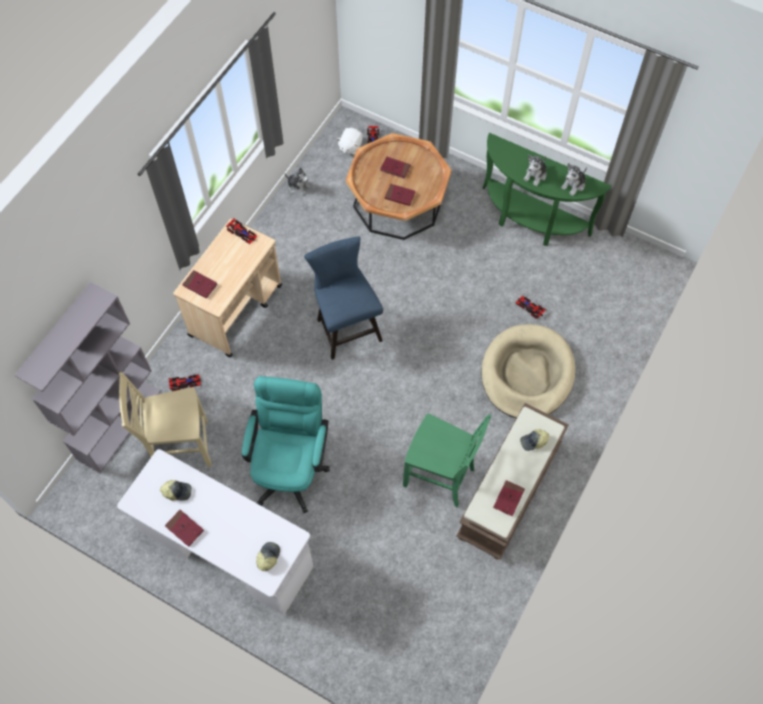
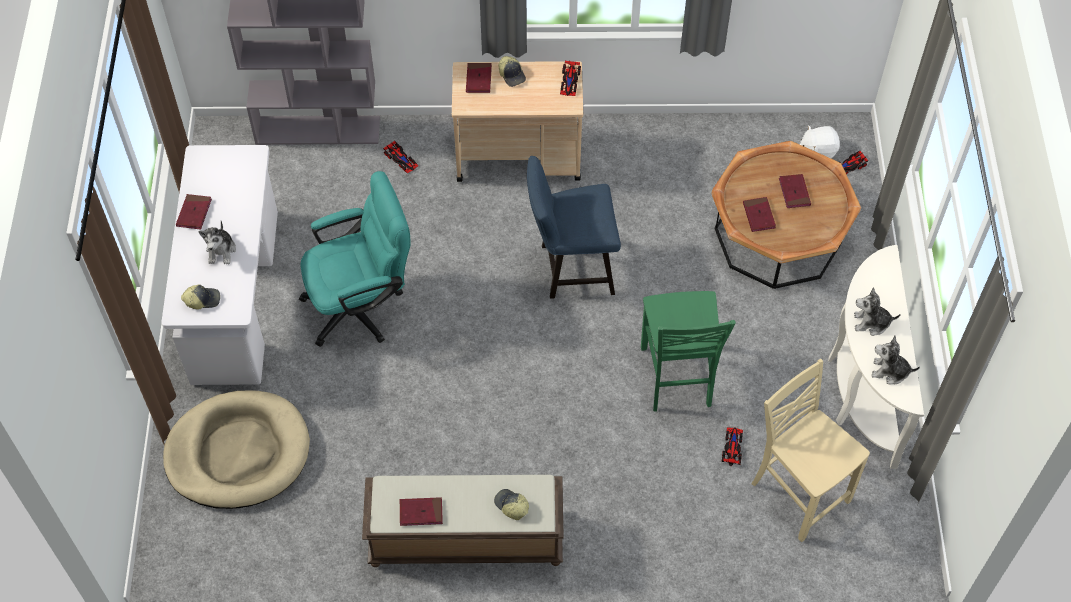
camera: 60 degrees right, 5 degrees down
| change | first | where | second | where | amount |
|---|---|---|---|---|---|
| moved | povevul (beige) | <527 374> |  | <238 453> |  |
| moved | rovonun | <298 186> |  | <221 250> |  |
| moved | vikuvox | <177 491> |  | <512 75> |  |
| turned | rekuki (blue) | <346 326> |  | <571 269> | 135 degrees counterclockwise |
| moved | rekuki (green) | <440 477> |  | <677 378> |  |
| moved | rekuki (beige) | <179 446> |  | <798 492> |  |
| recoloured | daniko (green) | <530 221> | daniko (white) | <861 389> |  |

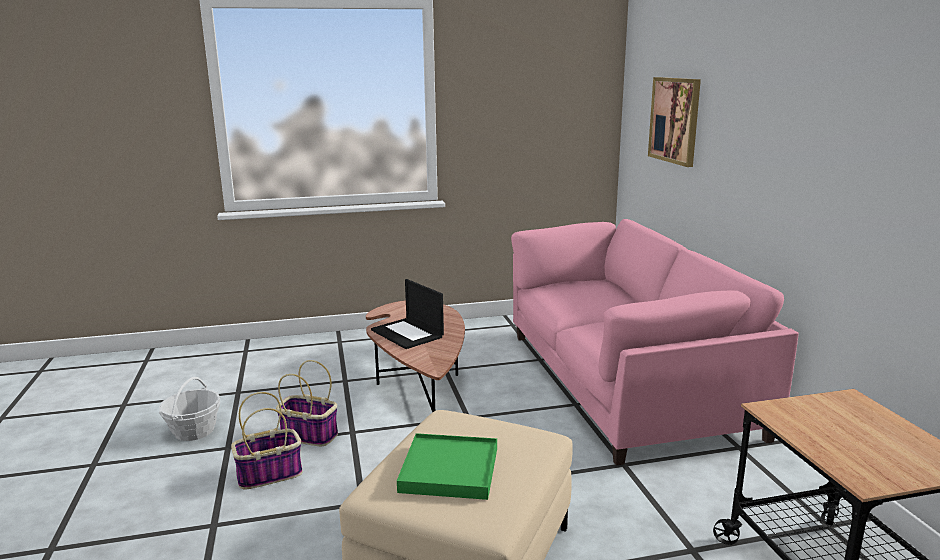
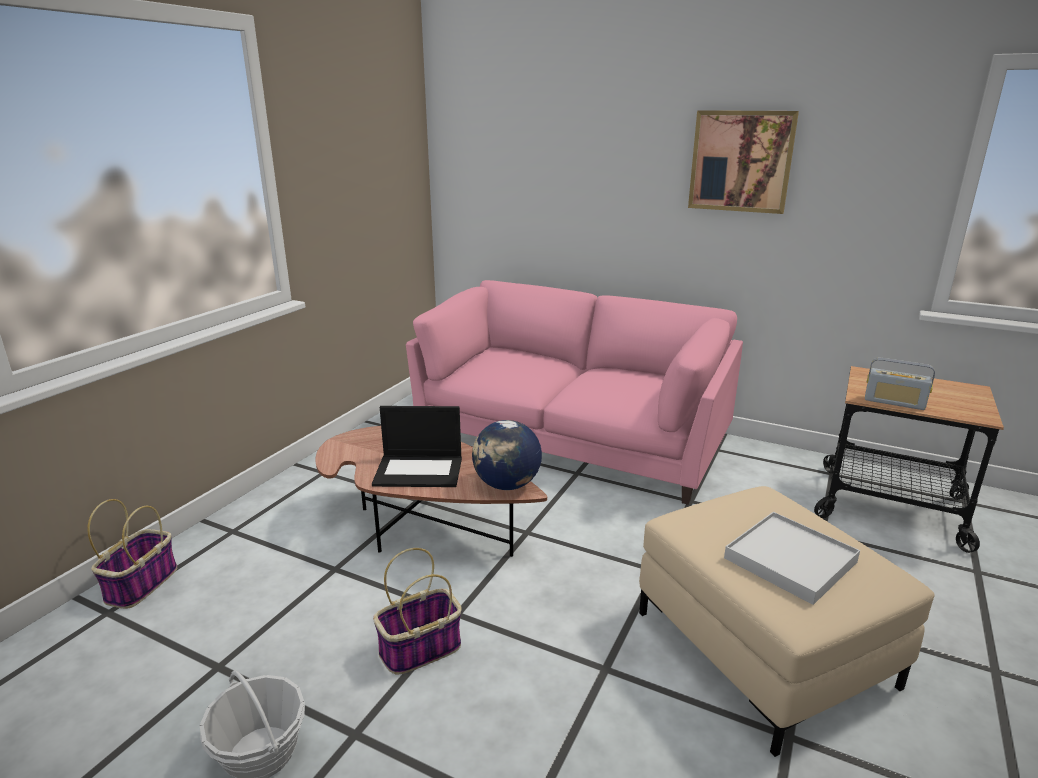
camera: 50 degrees left, 5 degrees up
| change | first | where | second | where | amount |
|---|---|---|---|---|---|
| moved | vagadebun | <270 474> |  | <142 584> |  |
| added |  |  | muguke | <507 485> |  |
| moved | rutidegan | <675 120> |  | <741 161> |  |
| recoloured | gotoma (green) | <449 470> | gotoma (white) | <789 560> |  |
| added |  |  | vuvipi | <894 402> |  |

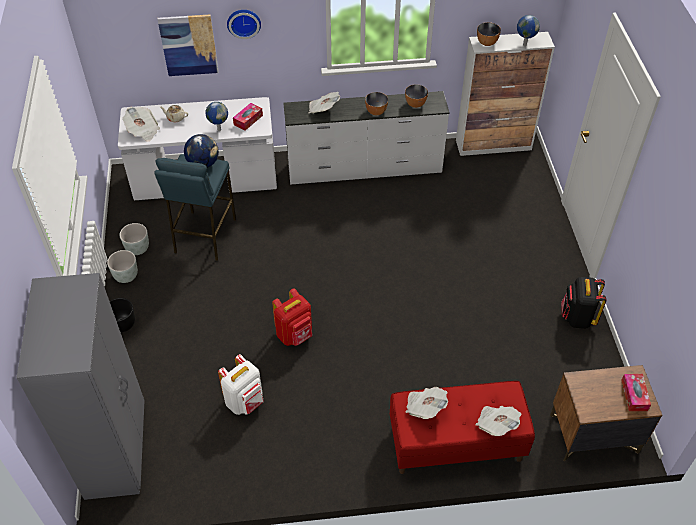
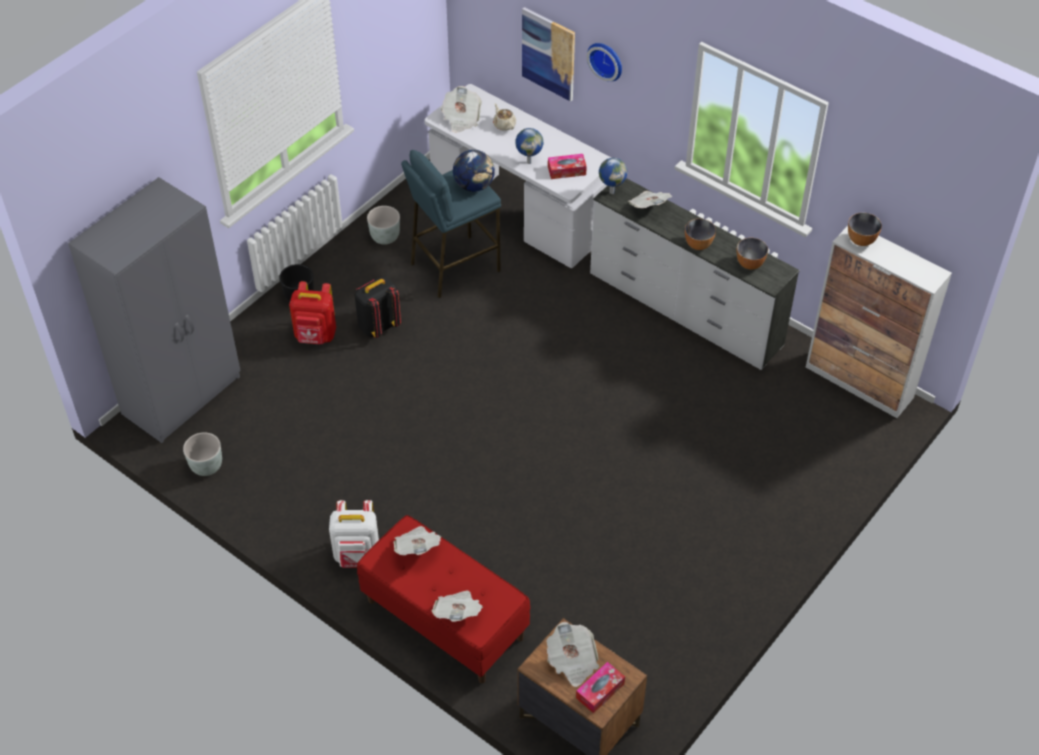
camera: 45 degrees right, 0 degrees up
| change | first | where | second | where | amount |
|---|---|---|---|---|---|
| moved | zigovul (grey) | <126 276> |  | <206 466> |  |
| moved | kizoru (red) | <295 335> |  | <316 336> |  |
| moved | kizoru (white) | <245 401> |  | <357 555> |  |
| moved | kizoru (black) | <577 317> |  | <378 326> |  |
| added |  |  | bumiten | <572 661> |  |
| moved | muguke | <524 44> |  | <611 192> |  |

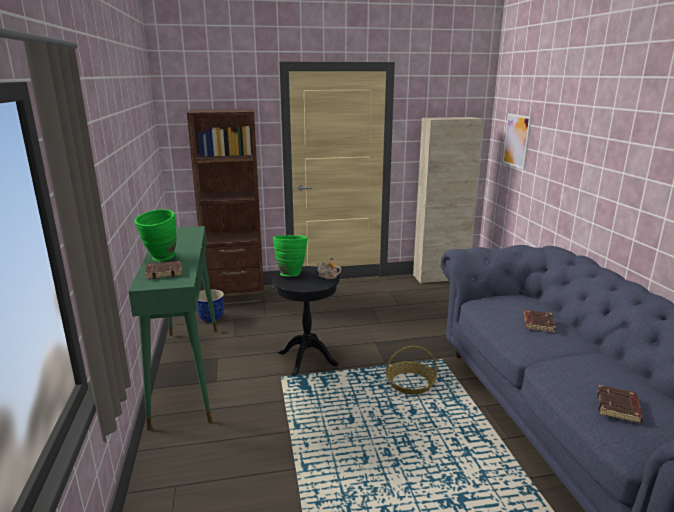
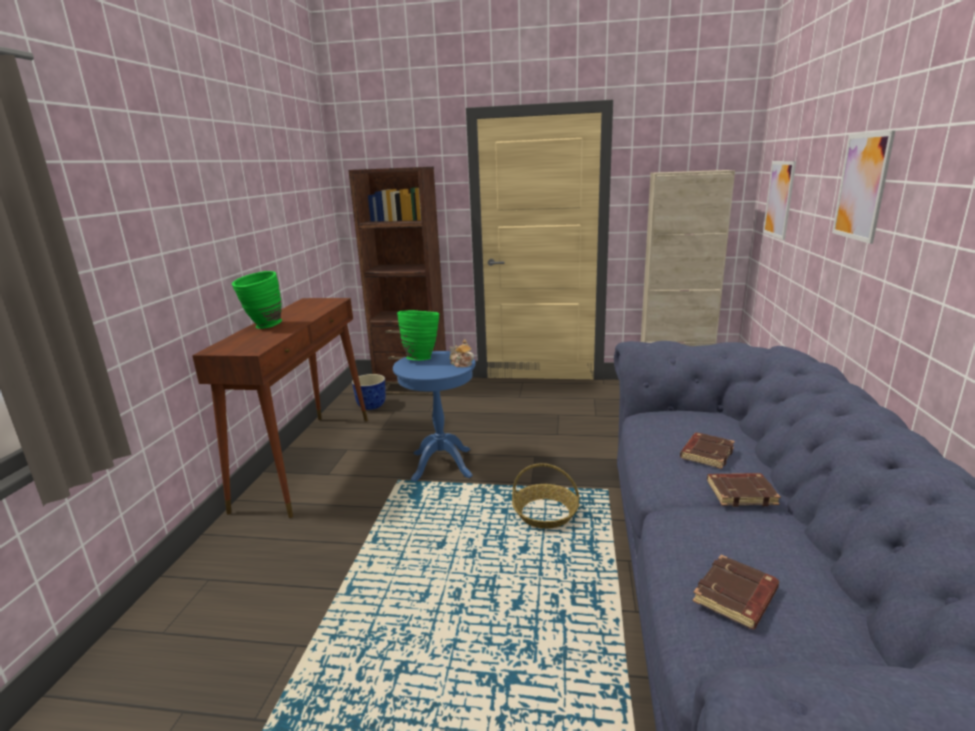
camera: 20 degrees right, 0 degrees up
| change | first | where | second | where | amount |
|---|---|---|---|---|---|
| recoloured | daniko (green) | <187 371> | daniko (brown) | <308 459> |  |
| recoloured | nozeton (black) | <307 359> | nozeton (blue) | <441 464> |  |
| moved | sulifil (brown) | <164 272> |  | <741 493> |  |
| added |  |  | rutidegan | <862 186> |  |

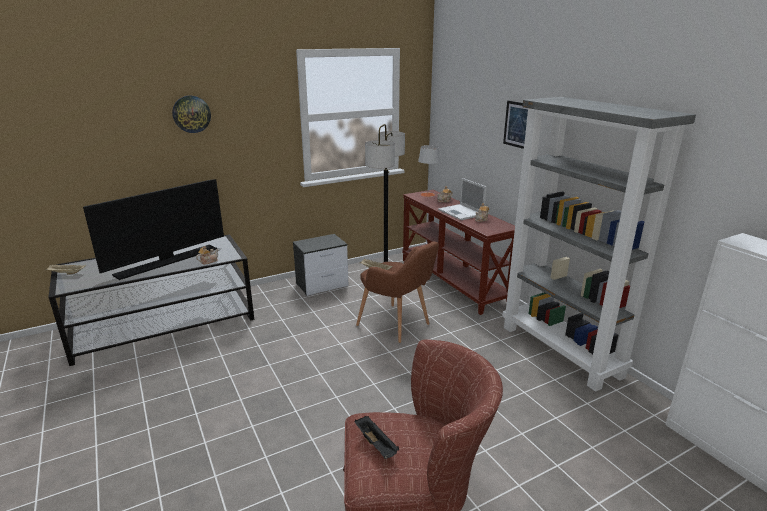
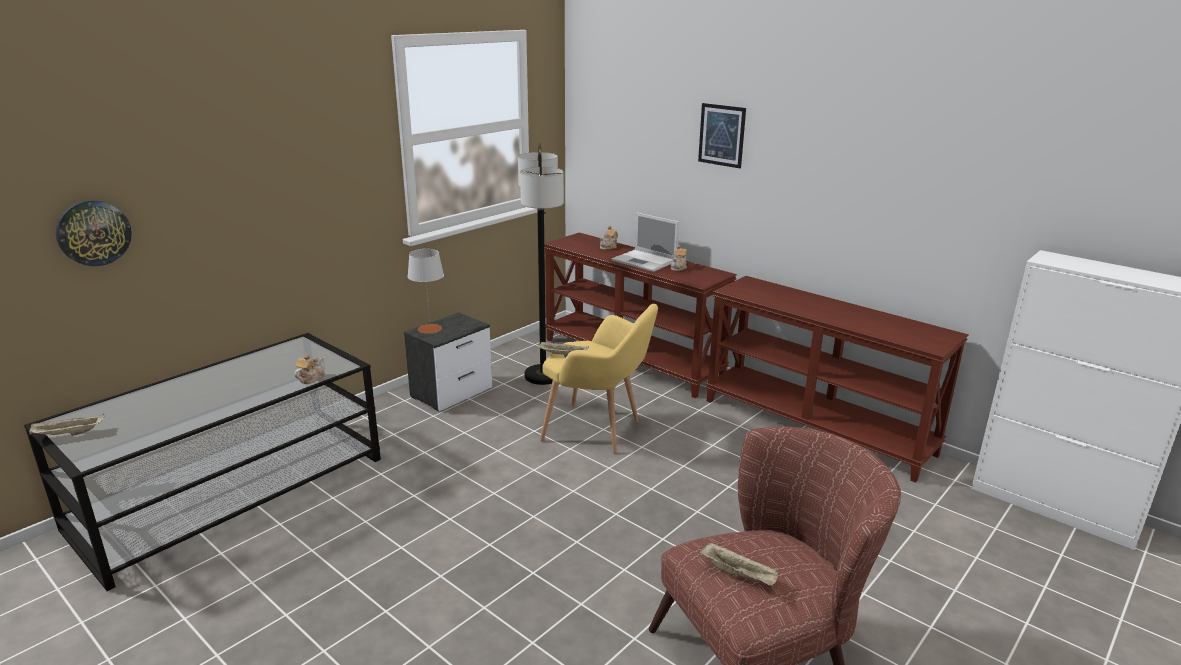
camera: 20 degrees left, 0 degrees up
| change | first | where | second | where | amount |
|---|---|---|---|---|---|
| moved | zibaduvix | <191 114> |  | <93 232> |  |
| moved | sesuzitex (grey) | <427 194> |  | <430 329> |  |
| recoloured | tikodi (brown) | <398 326> | tikodi (yellow) | <598 431> |  |
| recoloured | gotoma (black) | <376 445> | gotoma (beige) | <739 575> |  |
| replaced | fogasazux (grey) | <561 351> | daniko (brown) | <817 426> |  |
| removed | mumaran | <167 261> |  |  |  |

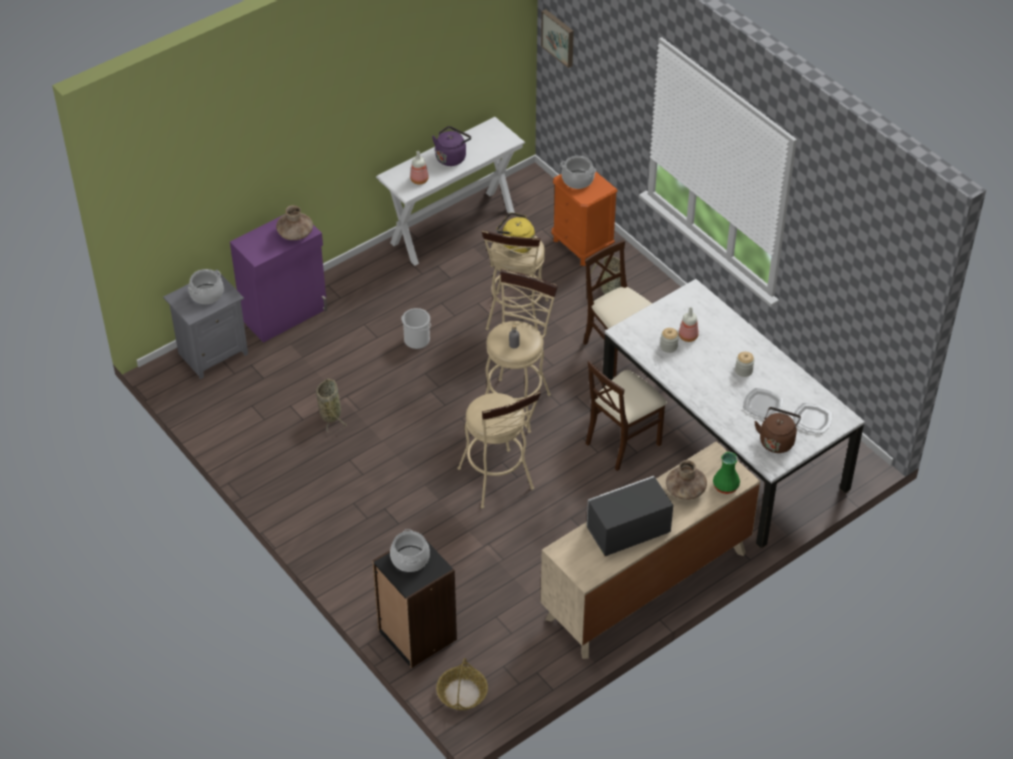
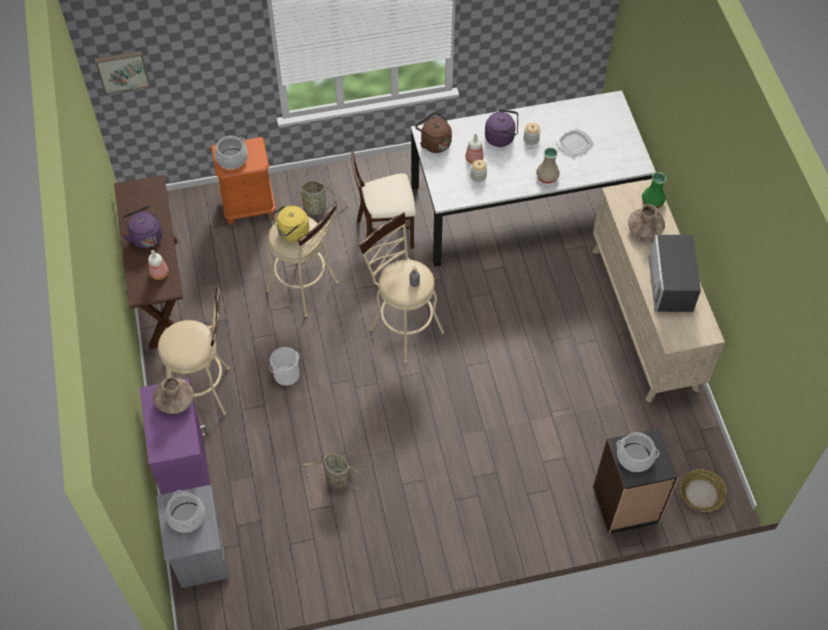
camera: 65 degrees left, 10 degrees up
| change | first | where | second | where | amount |
|---|---|---|---|---|---|
| recoloured | daniko (white) | <453 227> | daniko (brown) | <163 292> |  |
| moved | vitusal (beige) | <498 483> |  | <207 390> |  |
| moved | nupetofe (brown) | <777 440> |  | <434 142> |  |
| added |  |  | nupetofe (purple) | <501 137> |  |
| added |  |  | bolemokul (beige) | <547 176> |  |
| removed | rekuki (beige) | <623 442> |  |  |  |
| removed | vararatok | <812 420> |  |  |  |

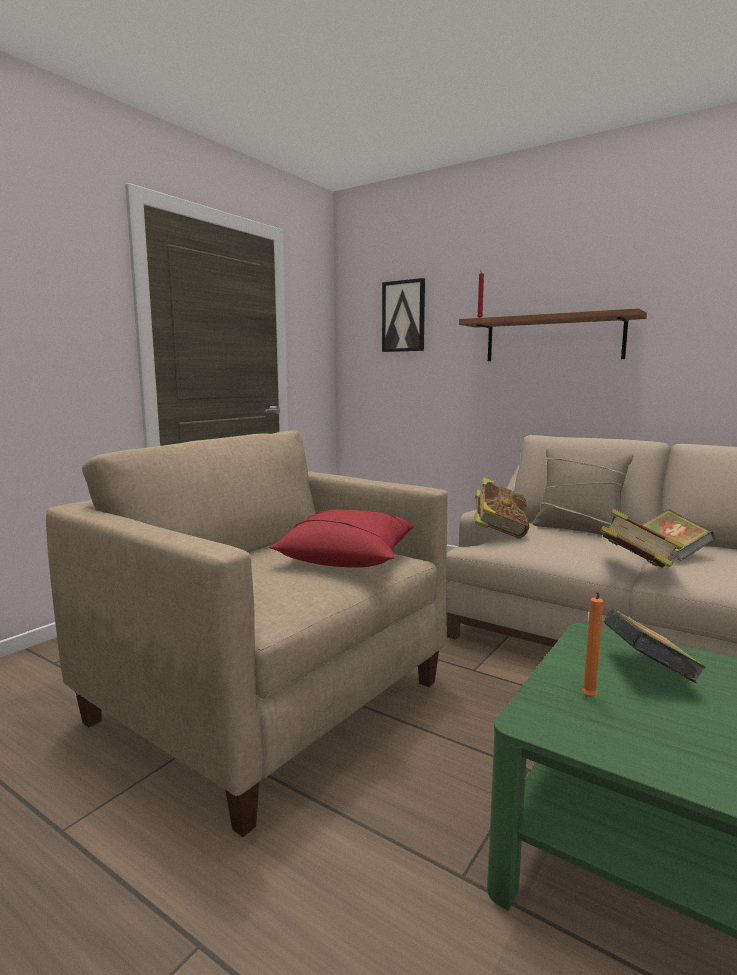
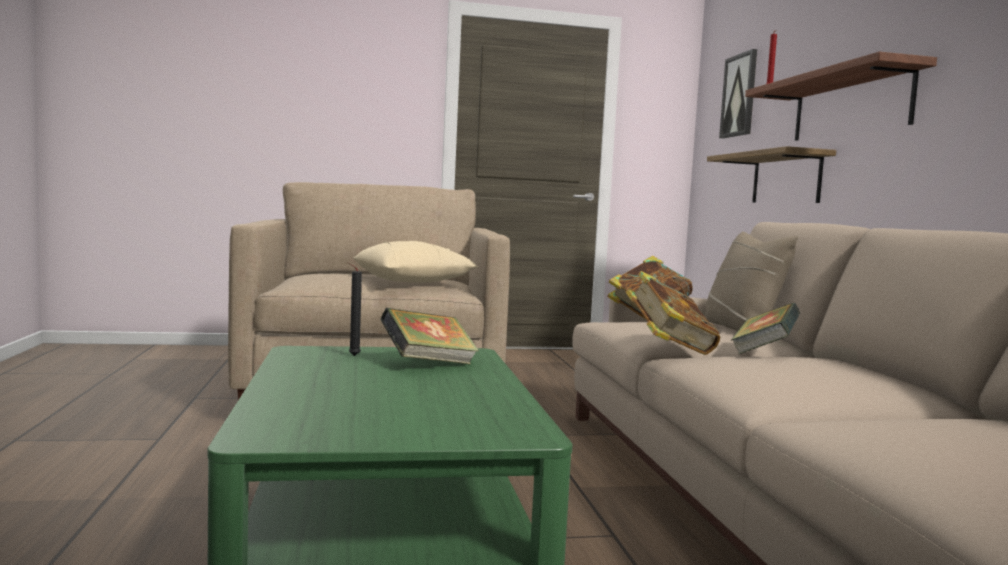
camera: 45 degrees right, 5 degrees down
| change | first | where | second | where | amount |
|---|---|---|---|---|---|
| recoloured | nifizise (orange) | <588 698> | nifizise (black) | <352 356> |  |
| recoloured | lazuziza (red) | <347 557> | lazuziza (beige) | <413 281> |  |
| added |  |  | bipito | <786 178> |  |

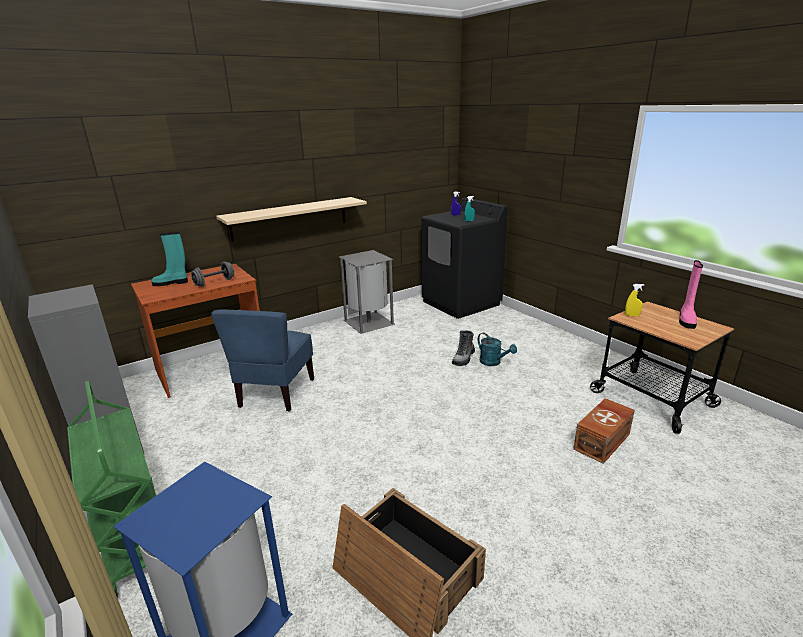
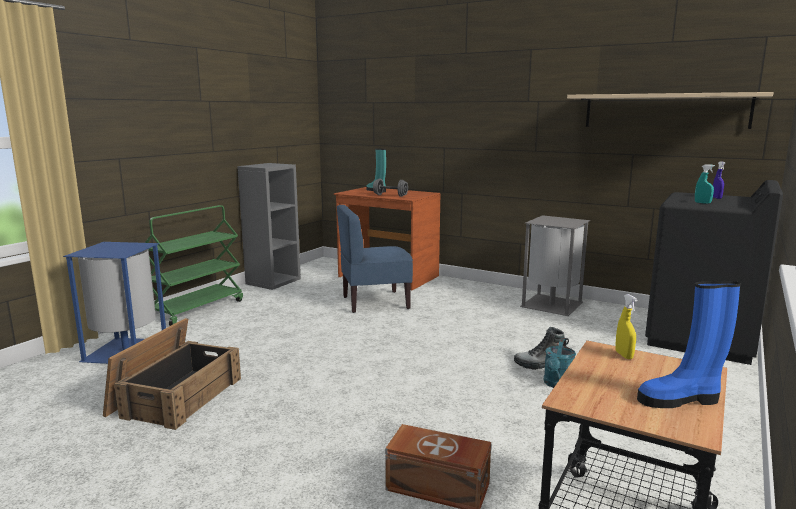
camera: 65 degrees right, 10 degrees down
| change | first | where | second | where | amount |
|---|---|---|---|---|---|
| moved | bipito (beige) | <290 218> |  | <665 111> |  |
| recoloured | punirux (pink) | <686 320> | punirux (blue) | <680 400> |  |

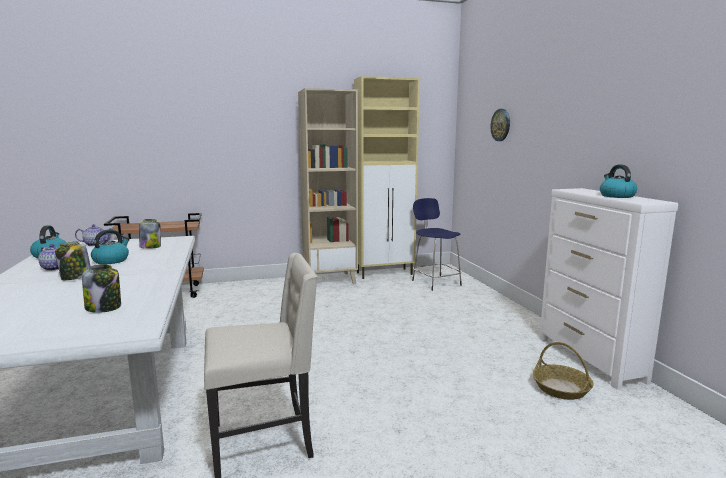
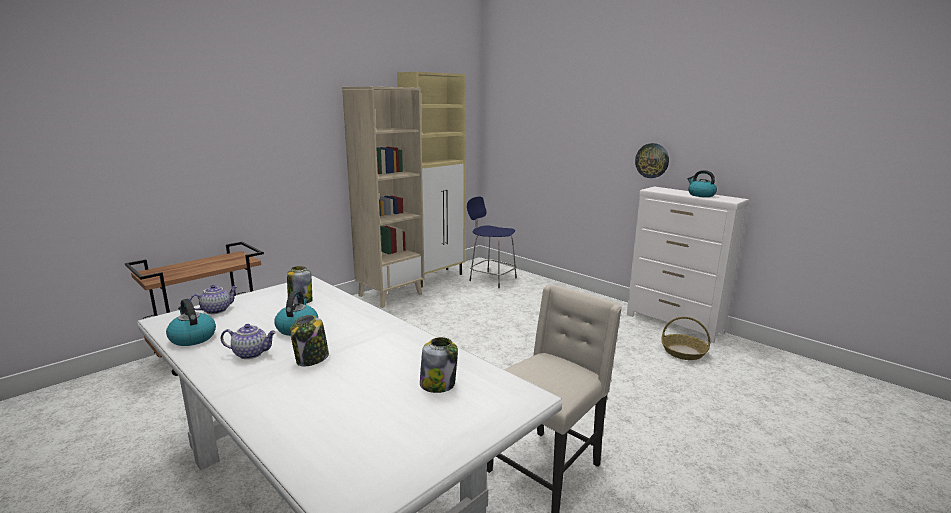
camera: 30 degrees left, 5 degrees up
| change | first | where | second | where | amount |
|---|---|---|---|---|---|
| moved | zibaduvix | <501 125> |  | <652 160> |  |

